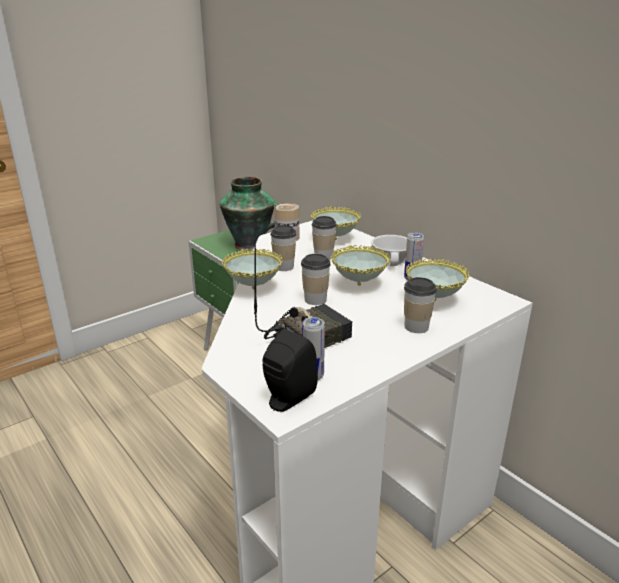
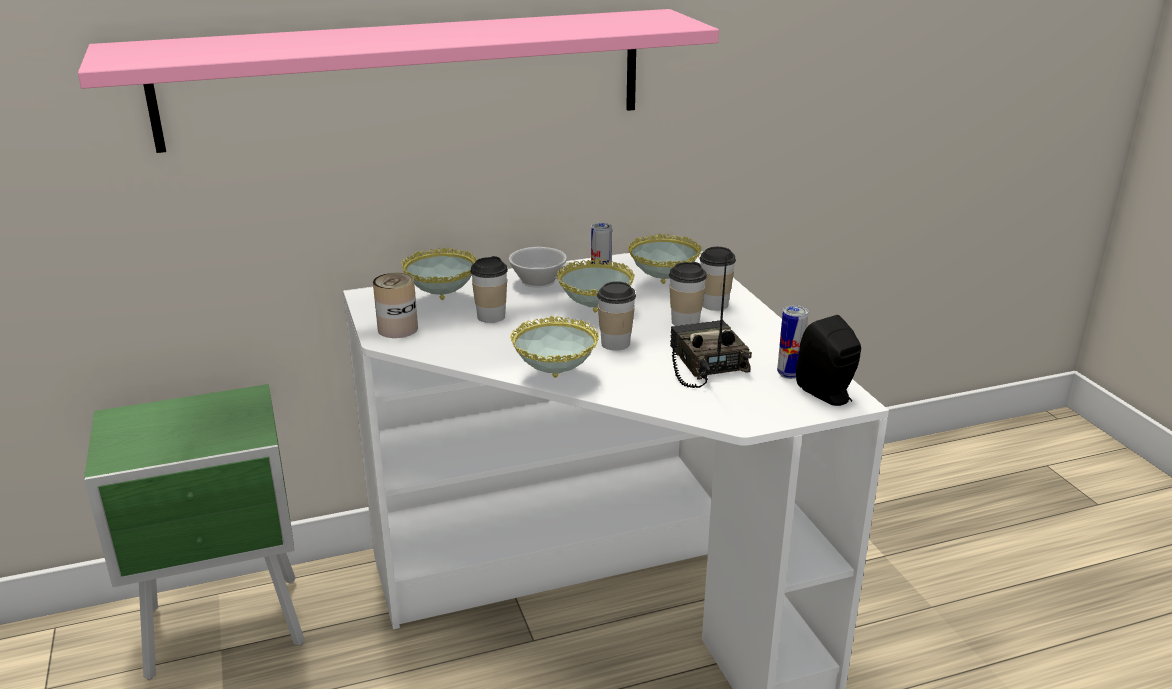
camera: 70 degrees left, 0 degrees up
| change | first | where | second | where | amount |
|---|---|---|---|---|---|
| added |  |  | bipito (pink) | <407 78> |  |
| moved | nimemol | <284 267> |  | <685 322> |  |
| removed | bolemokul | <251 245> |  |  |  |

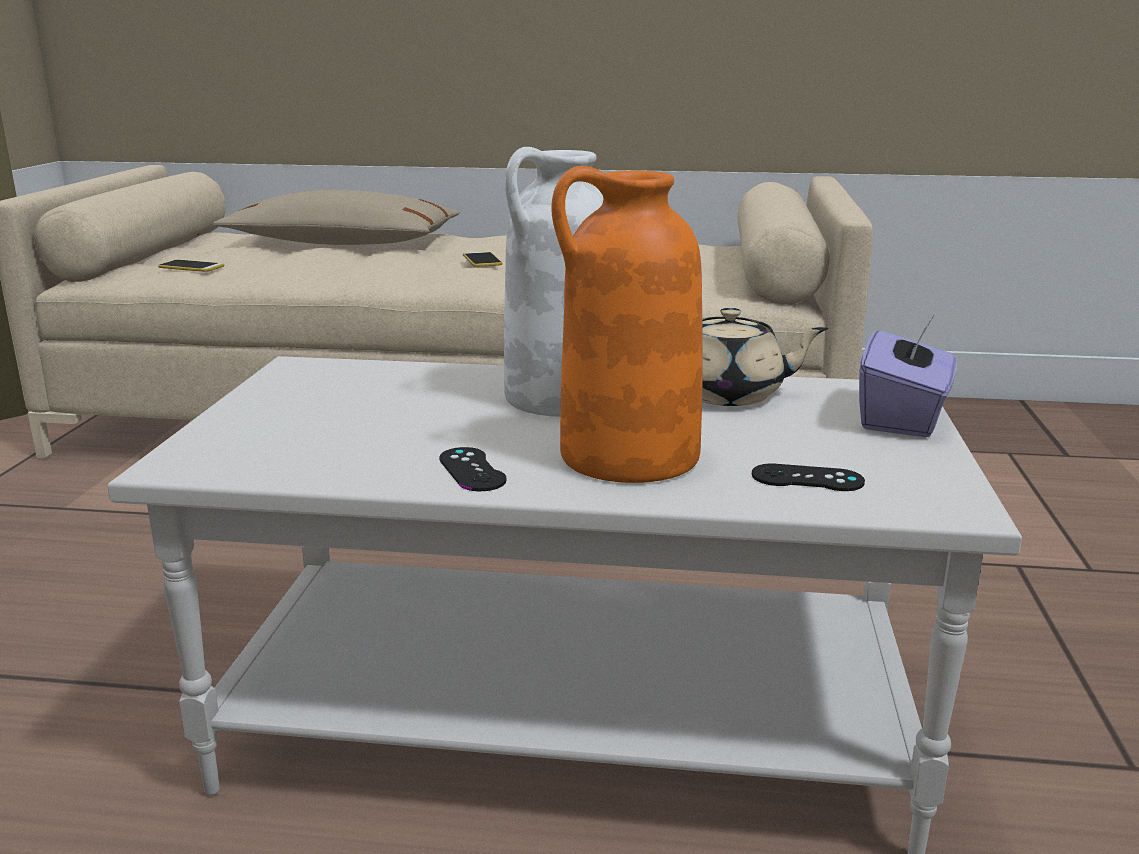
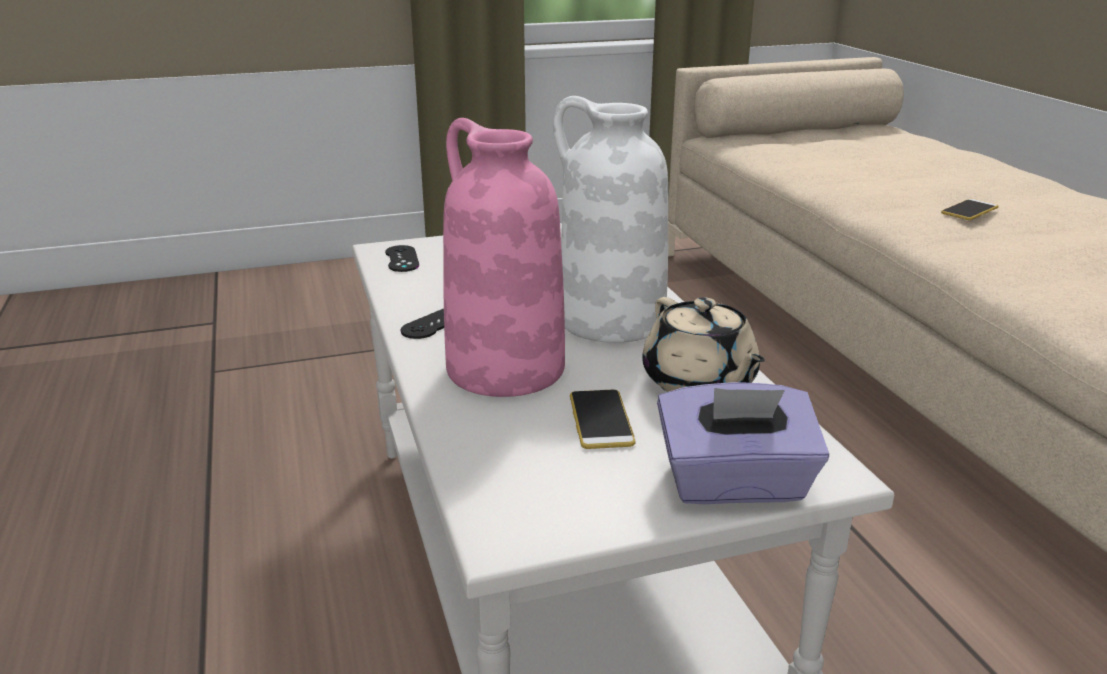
camera: 65 degrees right, 5 degrees up
| change | first | where | second | where | amount |
|---|---|---|---|---|---|
| moved | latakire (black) | <807 478> |  | <402 259> |  |
| recoloured | bolemokul (orange) | <628 457> | bolemokul (pink) | <503 369> |  |
| moved | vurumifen | <191 267> |  | <601 420> |  |
| removed | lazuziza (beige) | <342 244> |  |  |  |

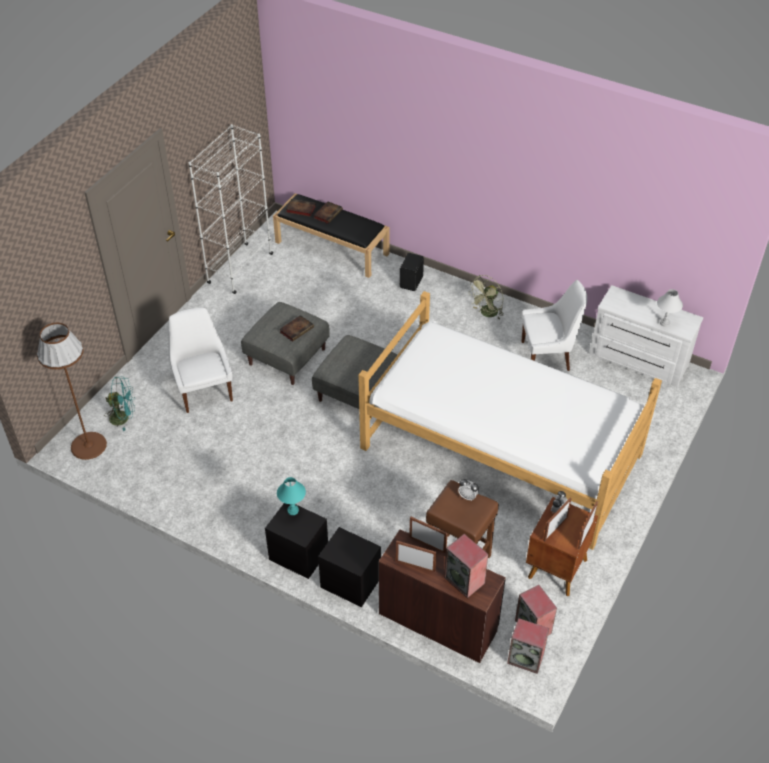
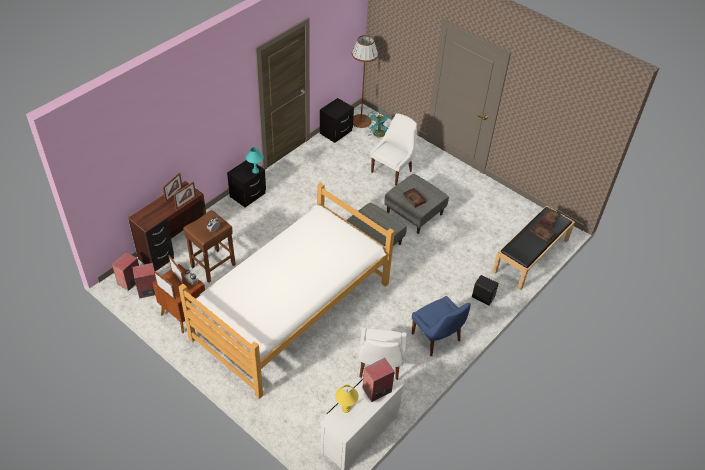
camera: 100 degrees right, 0 degrees up
| change | first | where | second | where | amount |
|---|---|---|---|---|---|
| moved | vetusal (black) | <351 582> |  | <336 132> |  |
| recoloured | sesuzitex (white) | <665 323> | sesuzitex (yellow) | <346 409> |  |
| moved | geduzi | <465 580> |  | <376 390> |  |
| turned | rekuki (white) | <204 390> |  | <392 171> | 45 degrees counterclockwise |
| replaced | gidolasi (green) | <487 314> | rekuki (blue) | <437 338> |  |
| removed | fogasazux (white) | <240 268> |  |  |  |

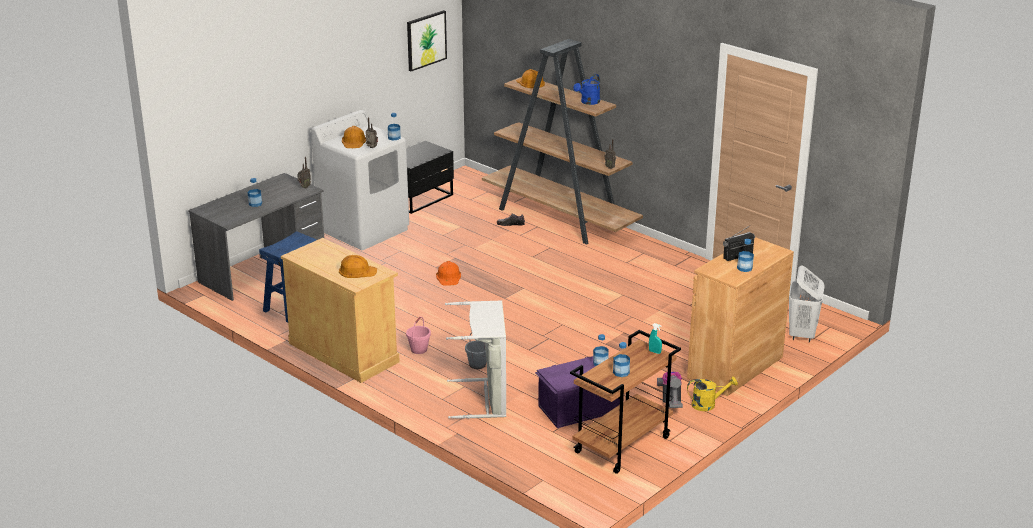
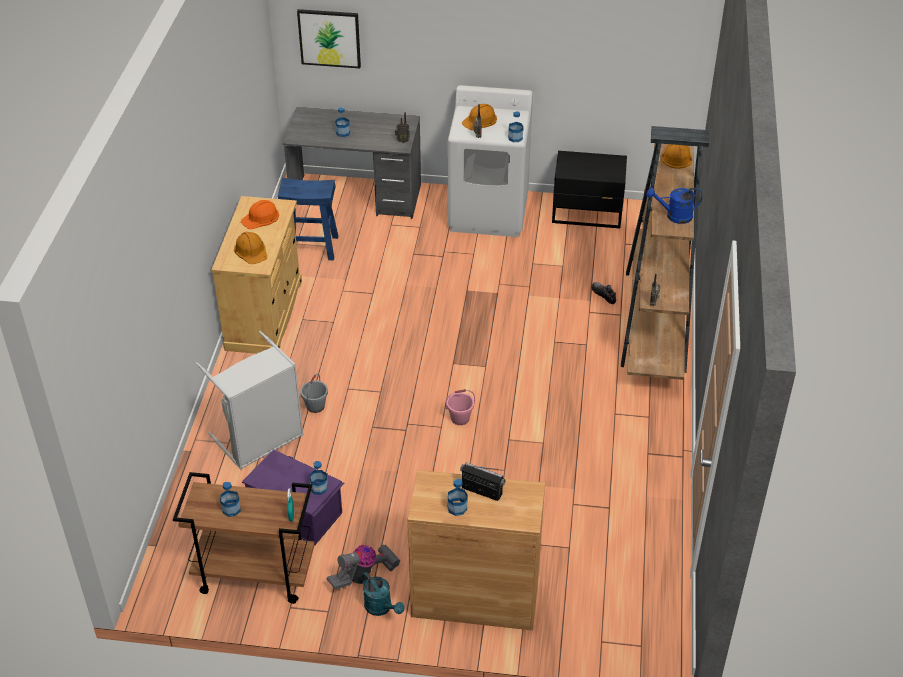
camera: 55 degrees right, 15 degrees up
| change | first | where | second | where | amount |
|---|---|---|---|---|---|
| moved | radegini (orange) | <449 277> |  | <261 218> |  |
| moved | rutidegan | <426 40> |  | <329 38> |  |
| recoloured | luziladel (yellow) | <708 404> | luziladel (turquoise) | <381 608> |  |
| moved | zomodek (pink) | <419 349> |  | <460 418> |  |
| removed | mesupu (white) | <802 334> |  |  |  |

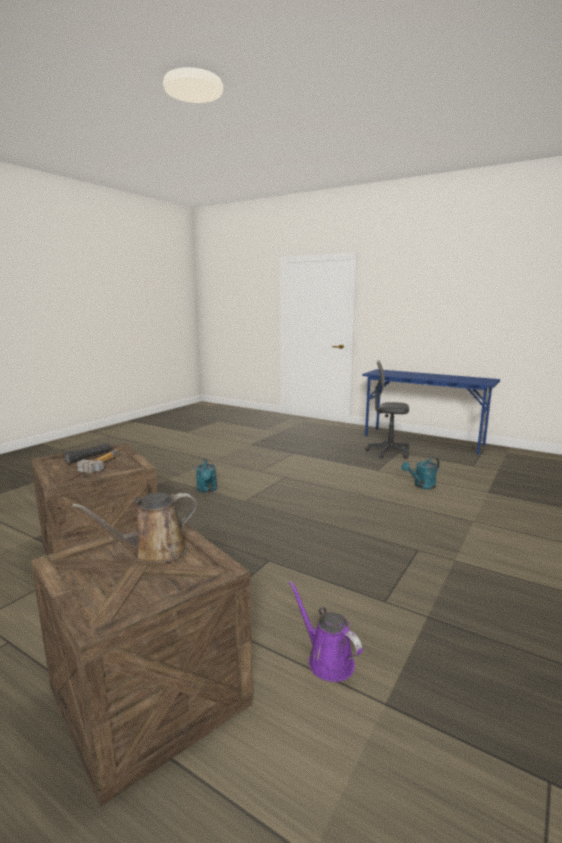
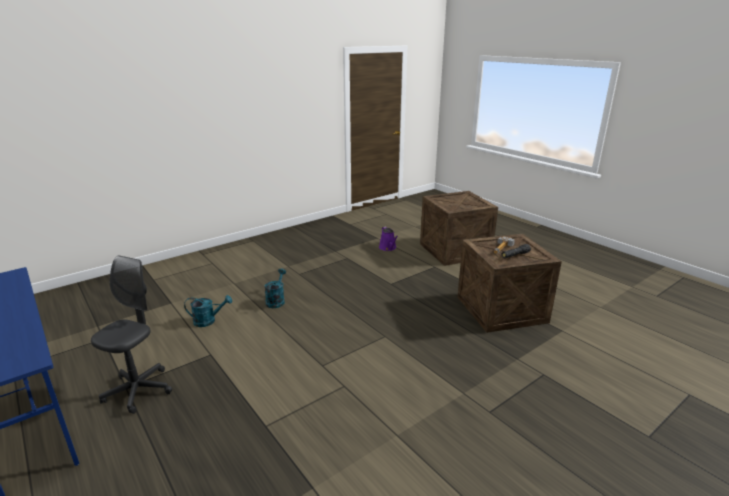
camera: 160 degrees left, 10 degrees up
| change | first | where | second | where | amount |
|---|---|---|---|---|---|
| turned | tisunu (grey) | <388 452> |  | <138 390> | 105 degrees counterclockwise |
| moved | luziladel (turquoise) | <207 490> |  | <276 300> |  |
| removed | luziladel (brown) | <153 552> |  |  |  |

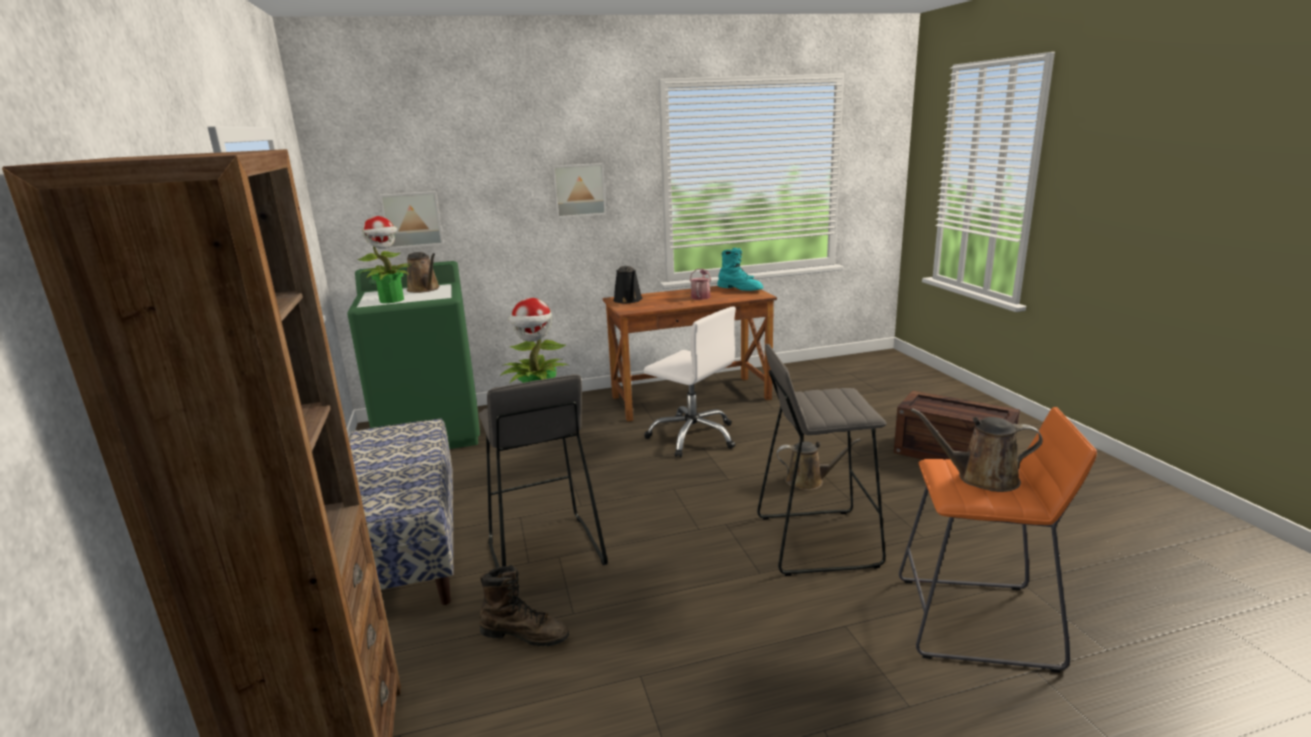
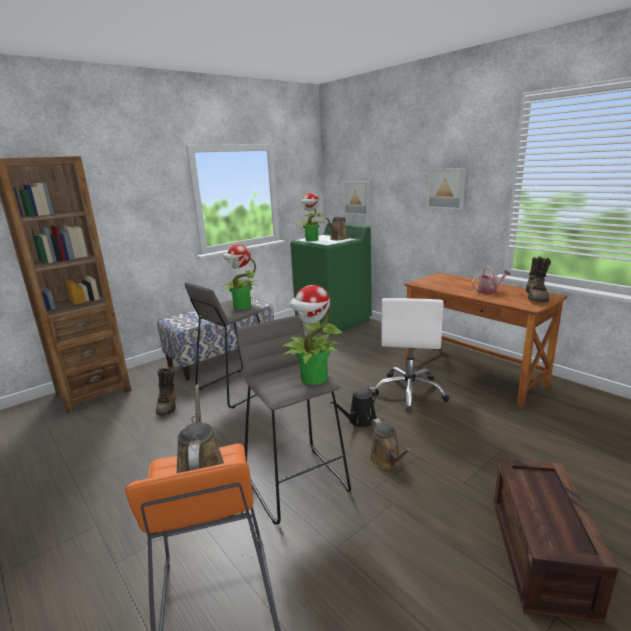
camera: 65 degrees right, 0 degrees up
| change | first | where | second | where | amount |
|---|---|---|---|---|---|
| added |  |  | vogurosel | <314 378> |  |
| moved | luziladel (black) | <628 300> |  | <360 420> |  |
| recoloured | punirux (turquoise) | <740 289> | punirux (brown) | <536 297> |  |

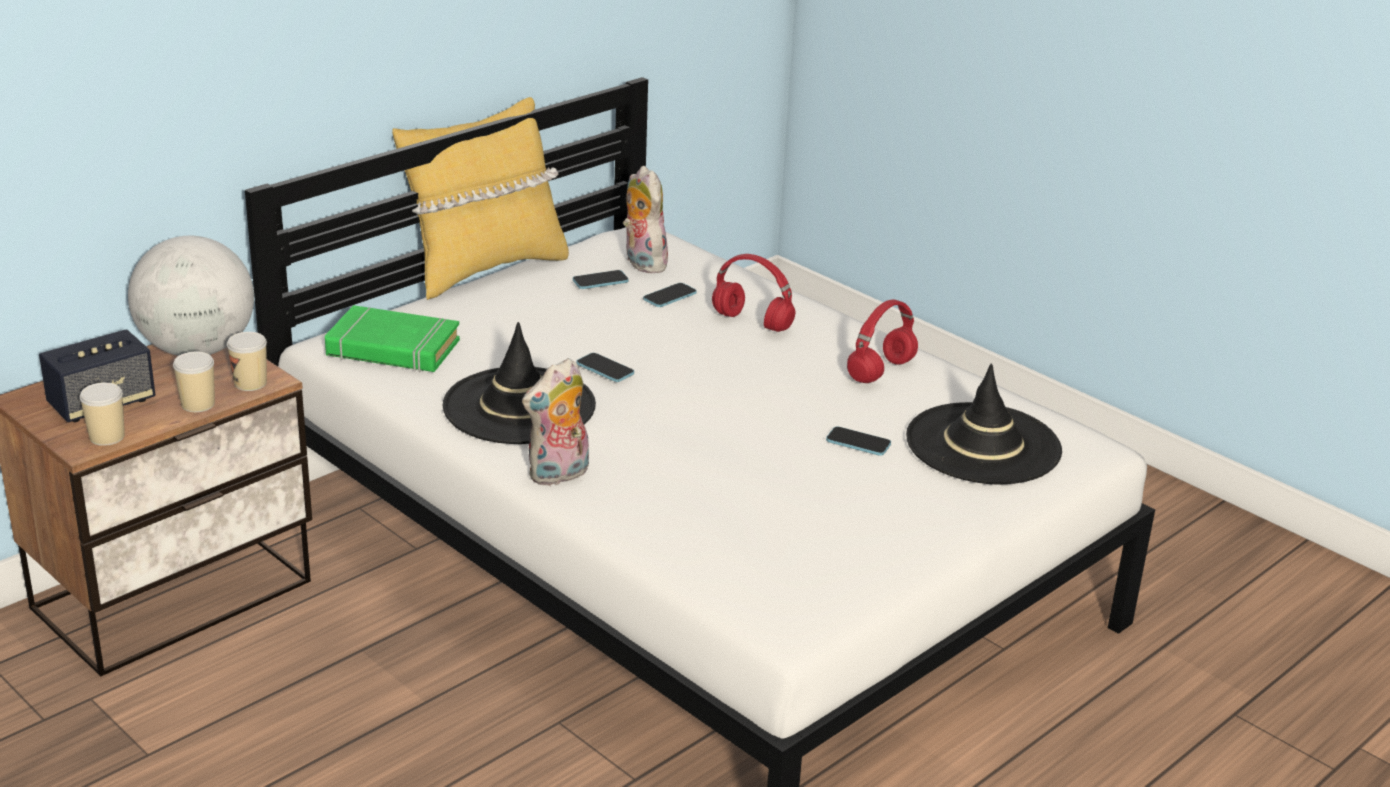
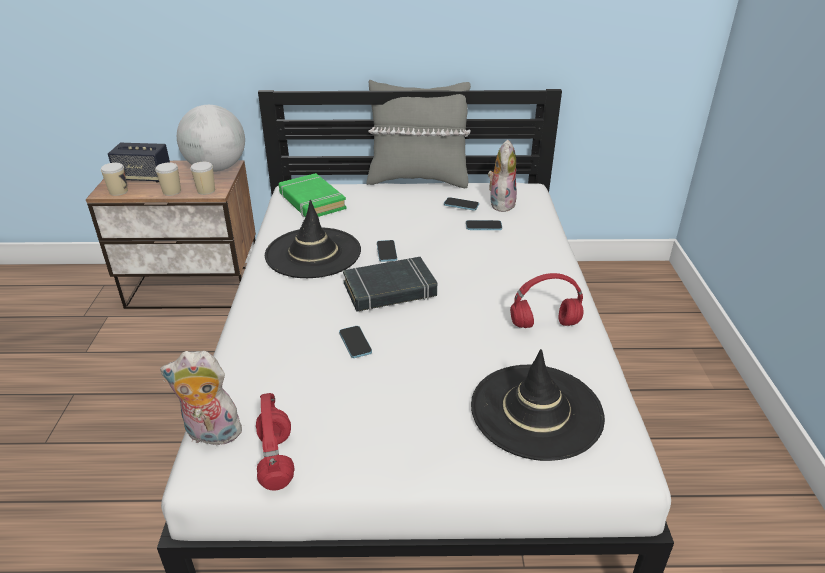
camera: 45 degrees right, 5 degrees up
| change | first | where | second | where | amount |
|---|---|---|---|---|---|
| moved | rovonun | <559 475> |  | <211 435> |  |
| moved | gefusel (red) | <754 322> |  | <277 461> |  |
| moved | vurumifen | <858 443> |  | <355 343> |  |
| added |  |  | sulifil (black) | <390 290> |  |
| recoloured | lazuziza (yellow) | <484 269> | lazuziza (grey) | <418 179> |  |

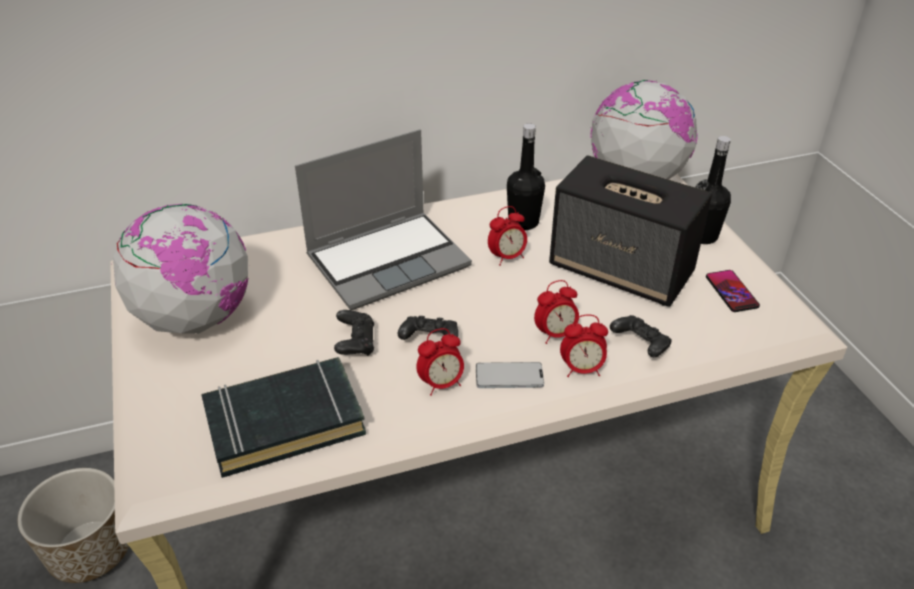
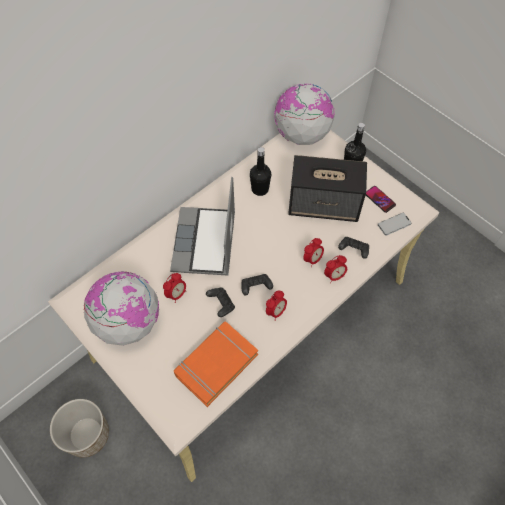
camera: 25 degrees left, 20 degrees up
| change | first | where | second | where | amount |
|---|---|---|---|---|---|
| moved | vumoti | <507 257> |  | <176 294> |  |
| turned | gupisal | <389 260> |  | <205 243> | 150 degrees clockwise |
| recoloured | sulifil (black) | <284 422> | sulifil (orange) | <216 364> |  |
| moved | vurumifen | <509 376> |  | <394 224> |  |

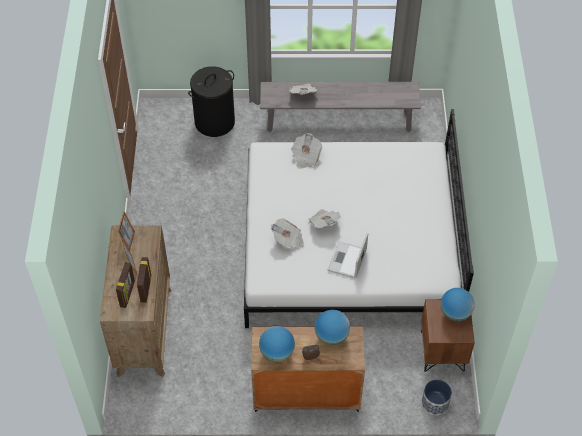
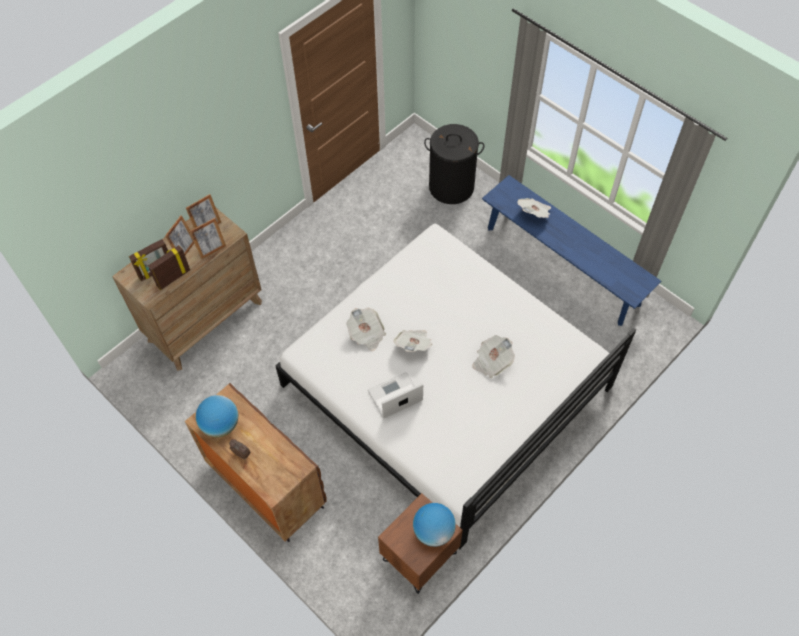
camera: 45 degrees right, 5 degrees up
| change | first | where | second | where | amount |
|---|---|---|---|---|---|
| added |  |  | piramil | <211 249> |  |
| moved | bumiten | <306 157> |  | <492 361> |  |
| recoloured | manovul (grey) | <338 121> | manovul (blue) | <562 266> |  |
| removed | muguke | <331 336> |  |  |  |
| removed | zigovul | <435 403> |  |  |  |

